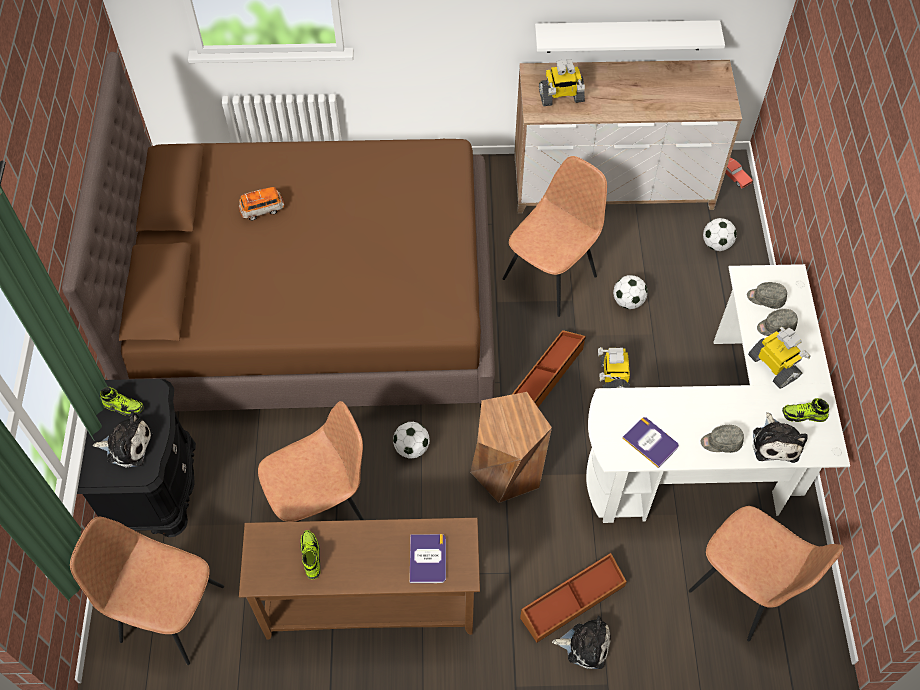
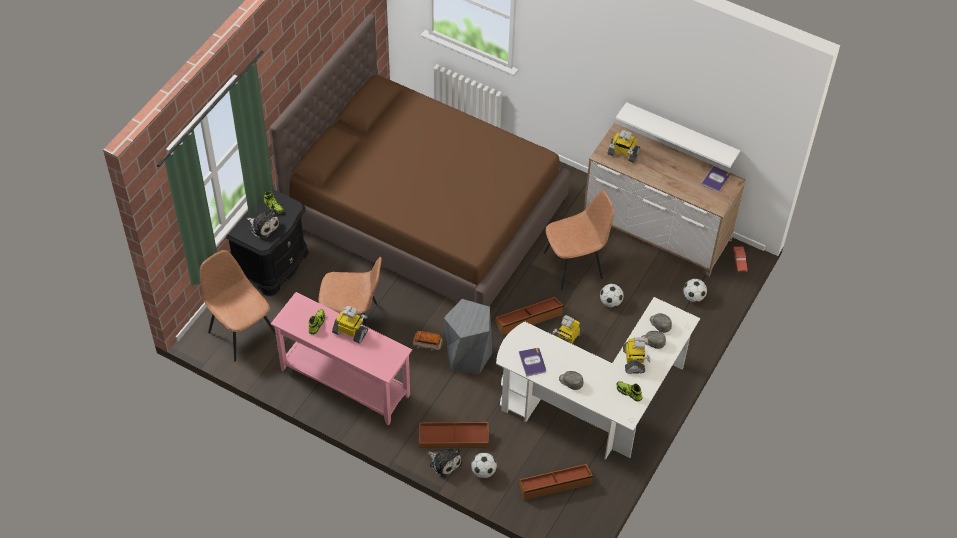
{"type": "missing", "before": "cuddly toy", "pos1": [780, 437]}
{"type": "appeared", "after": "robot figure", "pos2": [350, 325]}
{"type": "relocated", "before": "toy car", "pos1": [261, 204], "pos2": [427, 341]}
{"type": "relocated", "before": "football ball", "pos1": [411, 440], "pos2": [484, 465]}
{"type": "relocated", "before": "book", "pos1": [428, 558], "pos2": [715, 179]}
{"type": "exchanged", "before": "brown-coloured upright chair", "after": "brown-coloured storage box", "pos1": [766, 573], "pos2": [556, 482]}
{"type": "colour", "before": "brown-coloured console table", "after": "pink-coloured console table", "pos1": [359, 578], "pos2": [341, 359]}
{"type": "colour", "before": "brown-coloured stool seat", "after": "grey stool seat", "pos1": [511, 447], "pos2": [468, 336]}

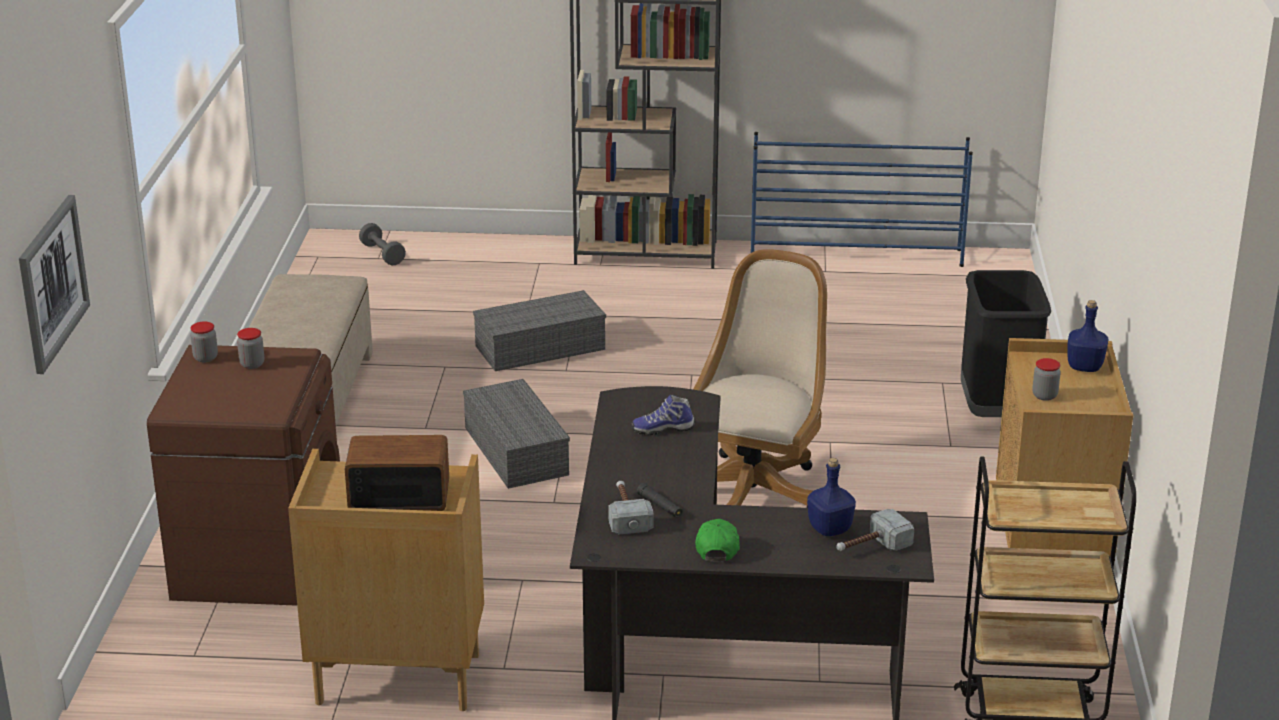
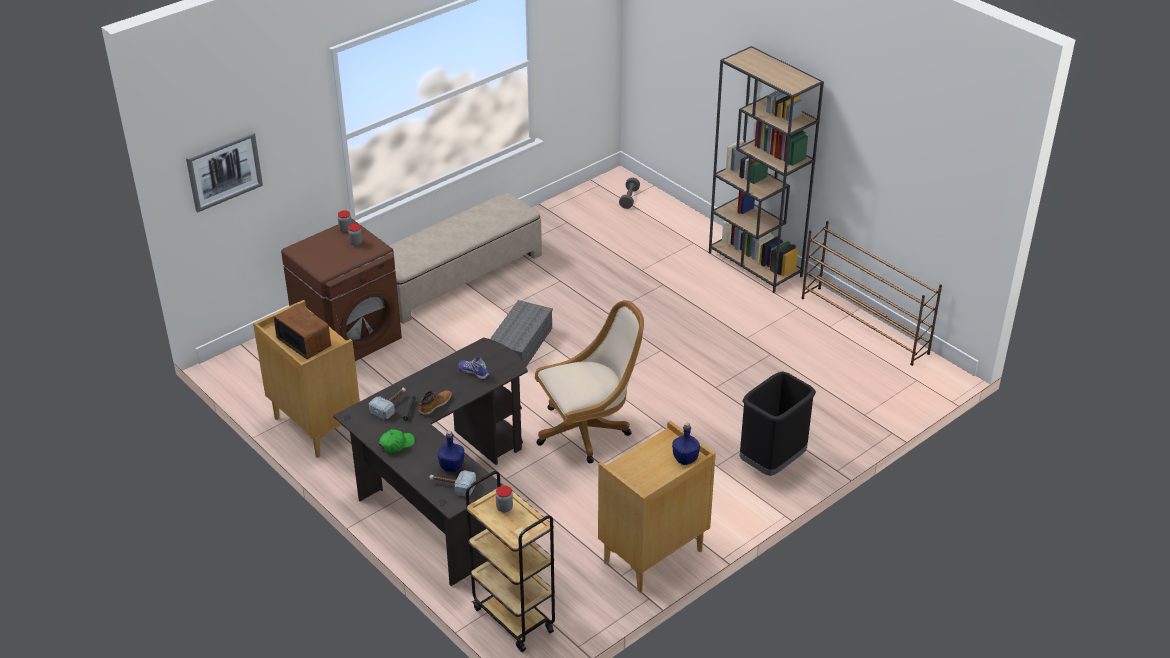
{"type": "missing", "before": "grey storage box", "pos1": [539, 330]}
{"type": "appeared", "after": "tall boot", "pos2": [435, 403]}
{"type": "relocated", "before": "jar", "pos1": [1046, 379], "pos2": [504, 498]}
{"type": "colour", "before": "blue shoe rack", "after": "brown-coloured shoe rack", "pos1": [862, 199], "pos2": [871, 293]}

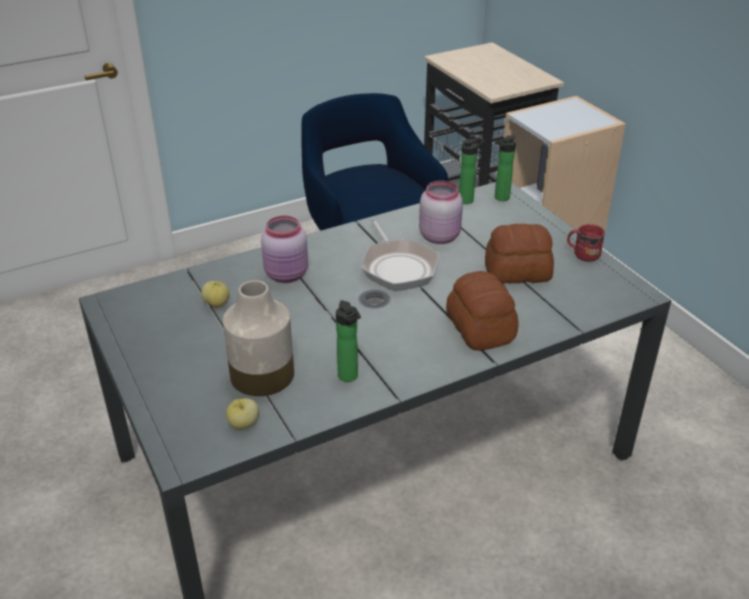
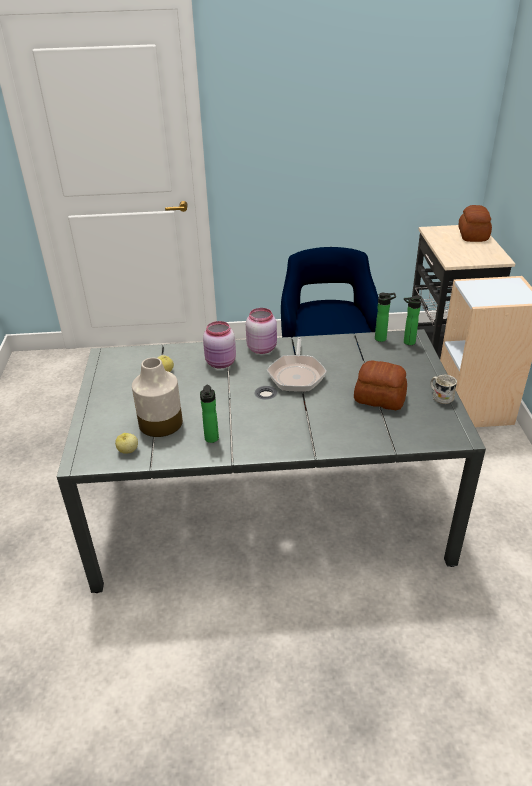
{"type": "relocated", "before": "pink-coloured jar", "pos1": [441, 212], "pos2": [261, 331]}
{"type": "relocated", "before": "bread", "pos1": [482, 311], "pos2": [475, 223]}
{"type": "colour", "before": "red-coloured mug", "after": "white mug", "pos1": [586, 243], "pos2": [443, 389]}

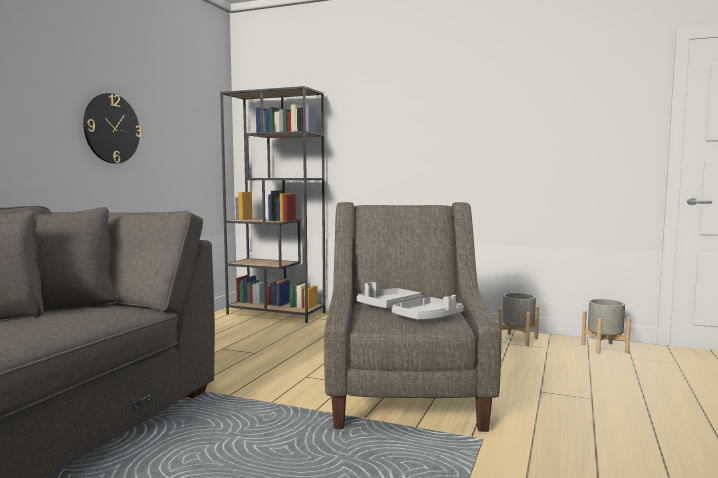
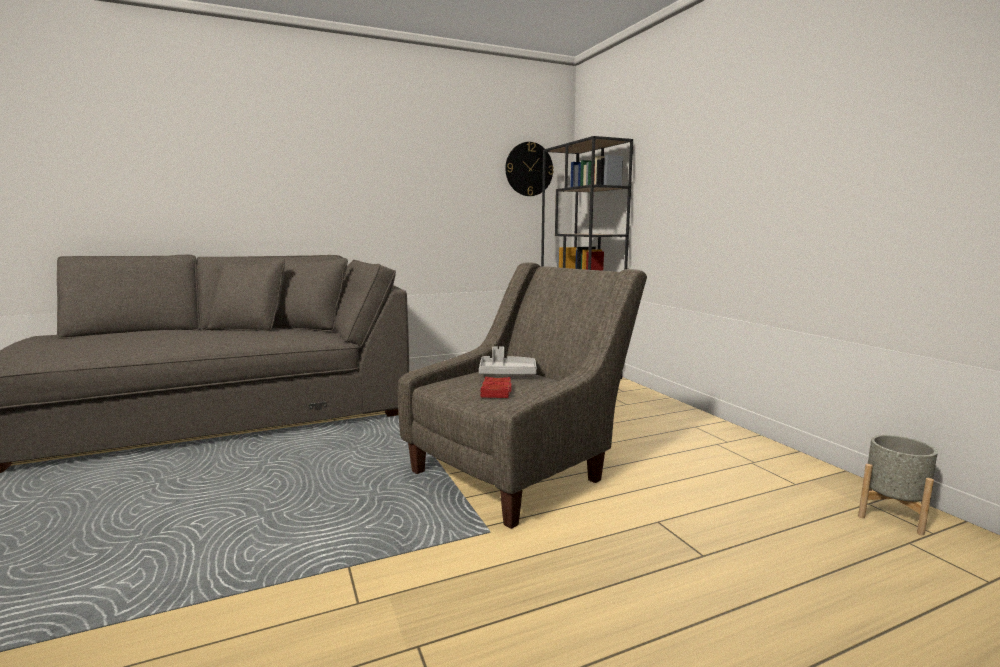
{"type": "missing", "before": "grey plant pot", "pos1": [518, 319]}
{"type": "relocated", "before": "clock on the wall", "pos1": [112, 128], "pos2": [529, 169]}
{"type": "exchanged", "before": "grey serving tray", "after": "red-coloured book", "pos1": [428, 307], "pos2": [496, 387]}

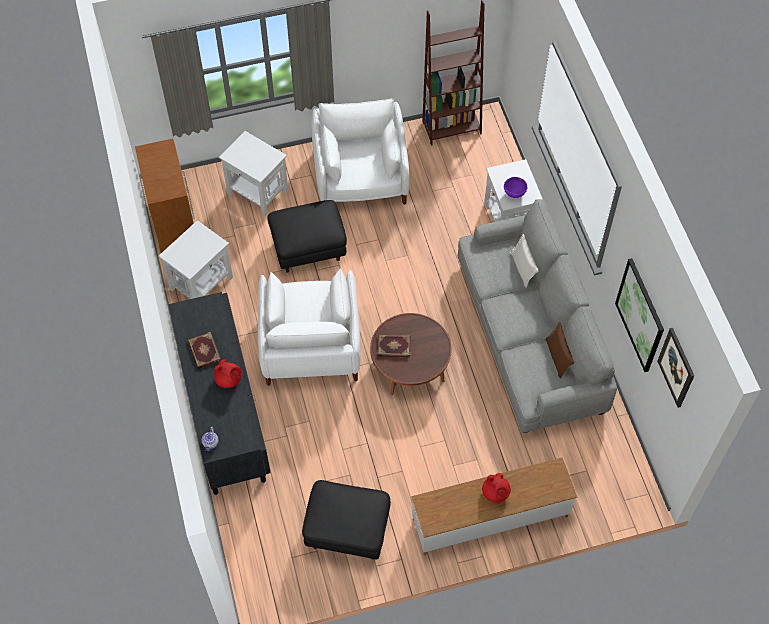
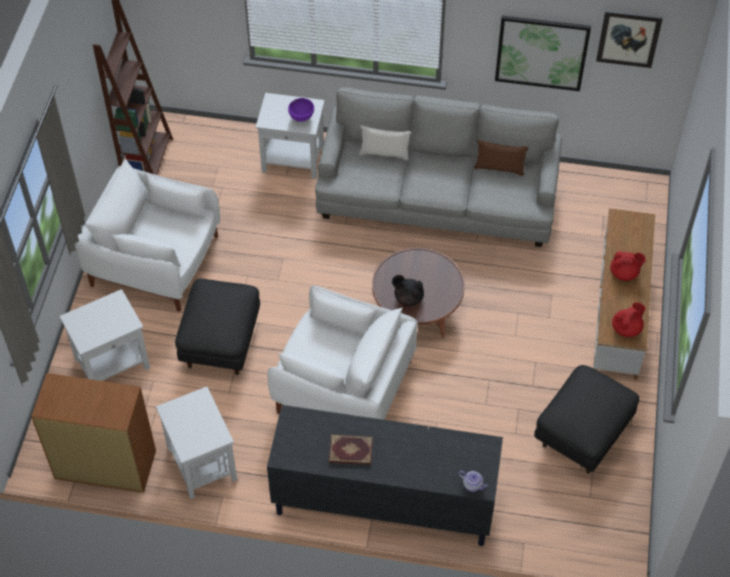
{"type": "relocated", "before": "red-coloured pot for tea", "pos1": [228, 373], "pos2": [629, 319]}
{"type": "exchanged", "before": "book", "after": "black-coloured pot for tea", "pos1": [394, 346], "pos2": [408, 290]}

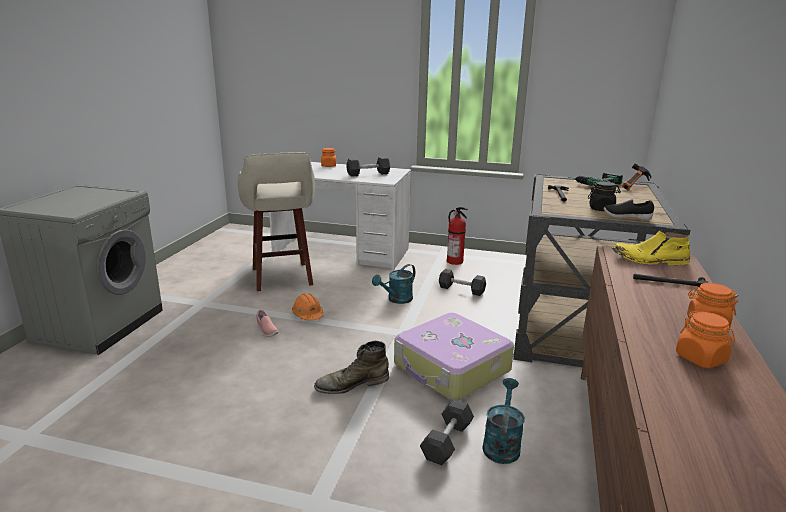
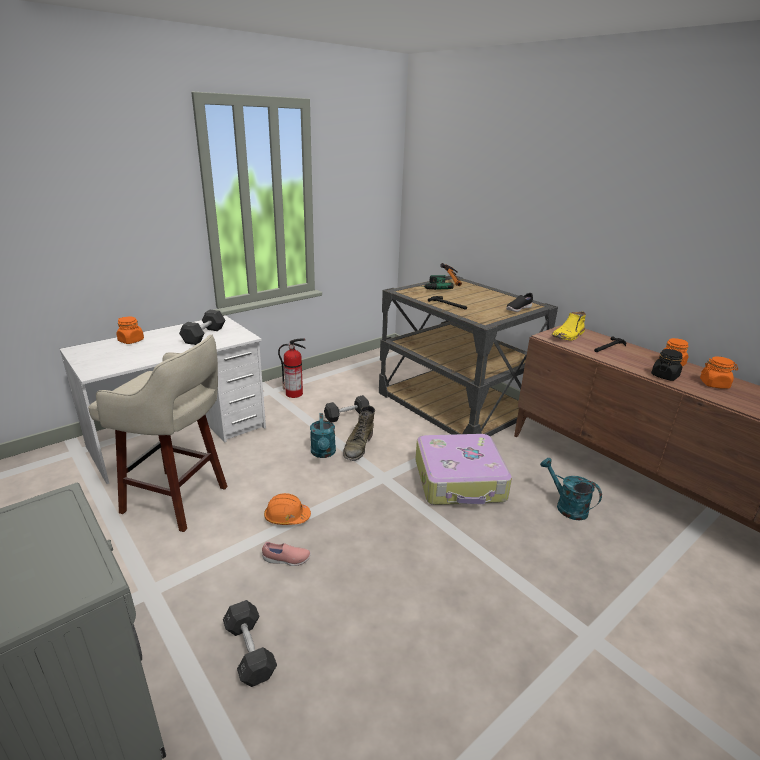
{"type": "relocated", "before": "green tall boot", "pos1": [351, 367], "pos2": [359, 433]}
{"type": "relocated", "before": "grey hand weight", "pos1": [447, 432], "pos2": [250, 643]}
{"type": "relocated", "before": "black-coloured jar", "pos1": [604, 196], "pos2": [667, 365]}

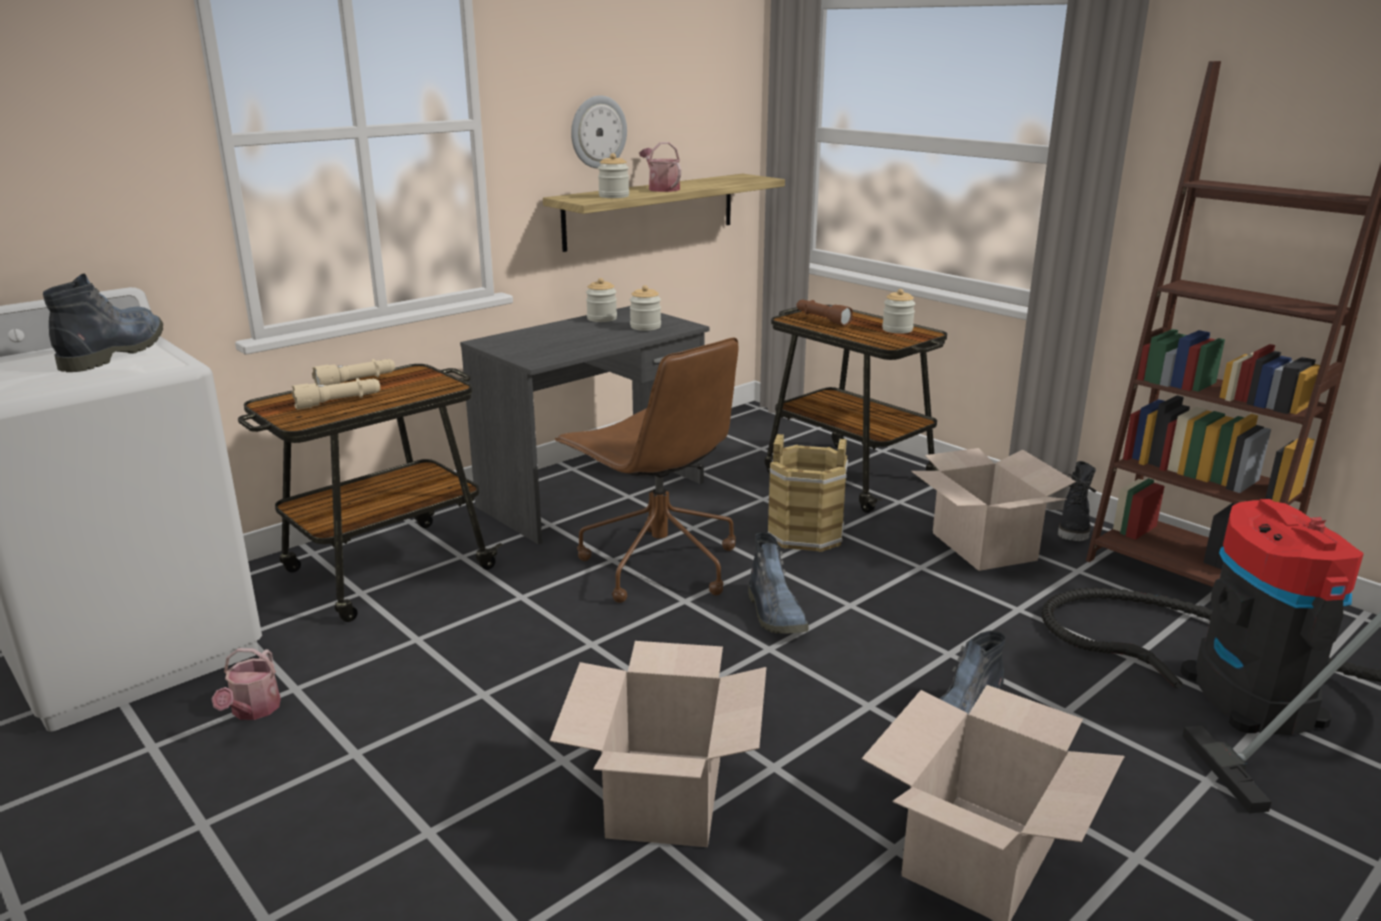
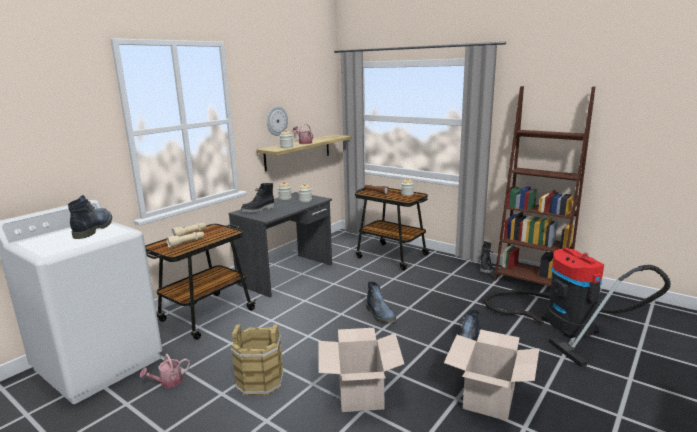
{"type": "missing", "before": "brown-coloured office chair", "pos1": [647, 470]}
{"type": "missing", "before": "packing box", "pos1": [993, 509]}
{"type": "appeared", "after": "black-coloured tall boot", "pos2": [258, 198]}
{"type": "relocated", "before": "brown-coloured pail", "pos1": [808, 493], "pos2": [257, 360]}
{"type": "spun", "before": "sprinkling can", "pos1": [246, 684], "pos2": [165, 371], "turn": 60}

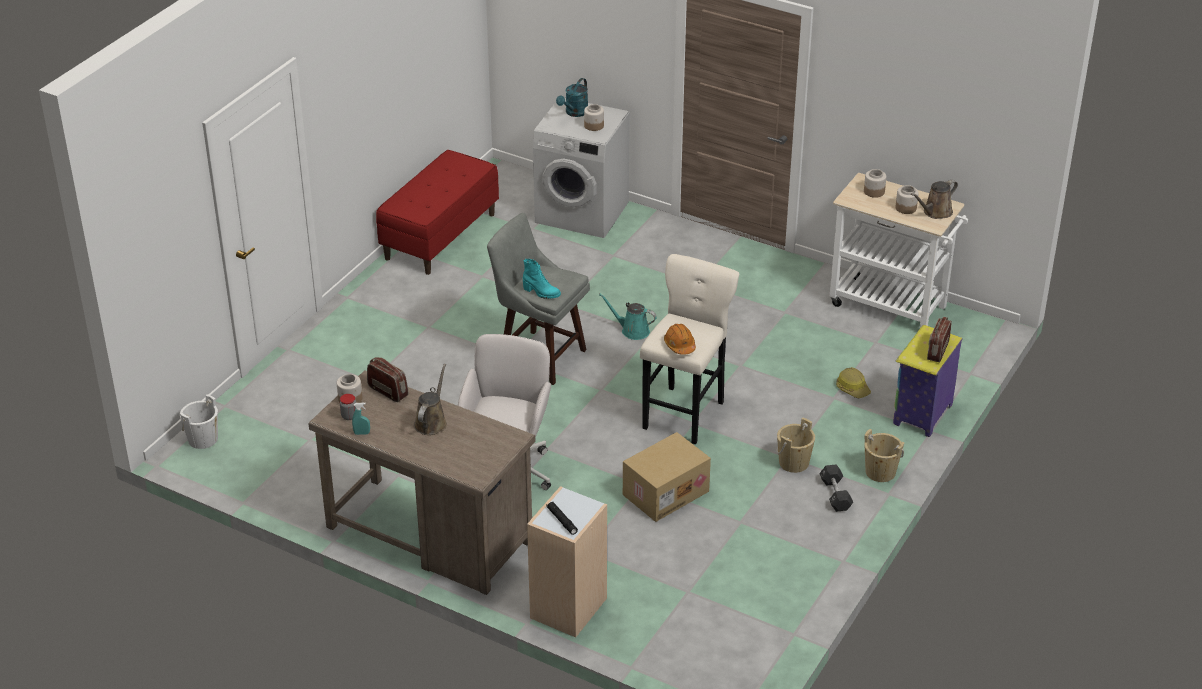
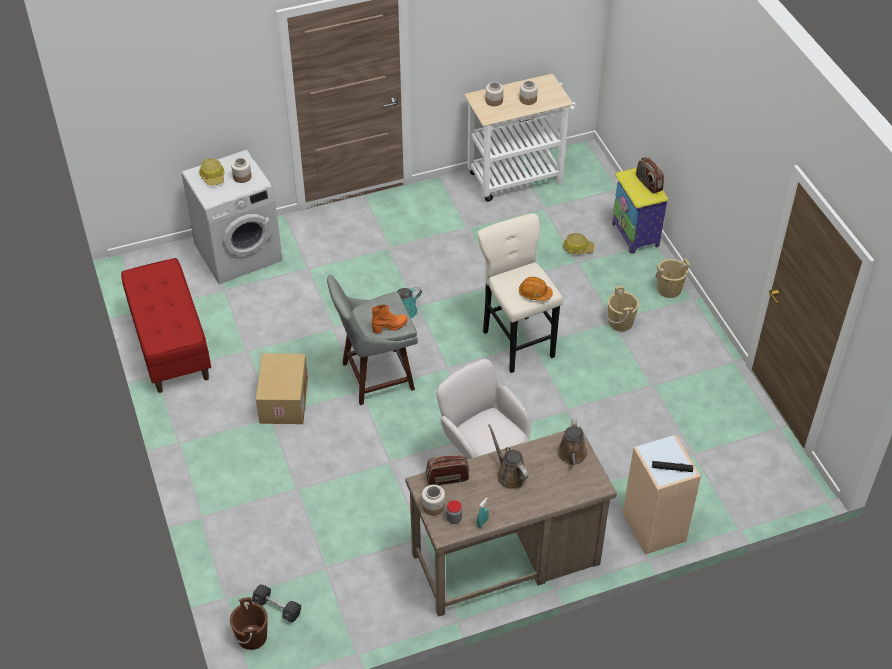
{"type": "relocated", "before": "packing box", "pos1": [667, 477], "pos2": [282, 388]}
{"type": "relocated", "before": "black-coloured hand weight", "pos1": [836, 488], "pos2": [276, 603]}
{"type": "relocated", "before": "brown-coloured sprinkling can", "pos1": [934, 199], "pos2": [572, 441]}
{"type": "exchanged", "before": "turquoise sprinkling can", "after": "safety helmet", "pos1": [572, 97], "pos2": [212, 172]}
{"type": "colour", "before": "white pail", "after": "brown-coloured pail", "pos1": [199, 421], "pos2": [249, 623]}
{"type": "colour", "before": "turquoise tall boot", "after": "orange tall boot", "pos1": [542, 279], "pos2": [390, 319]}

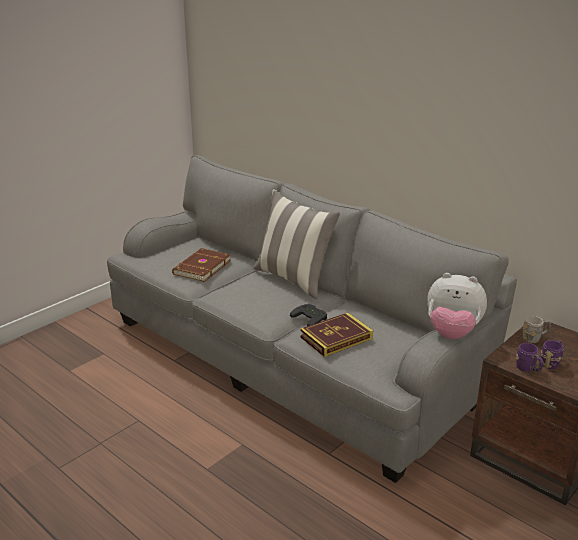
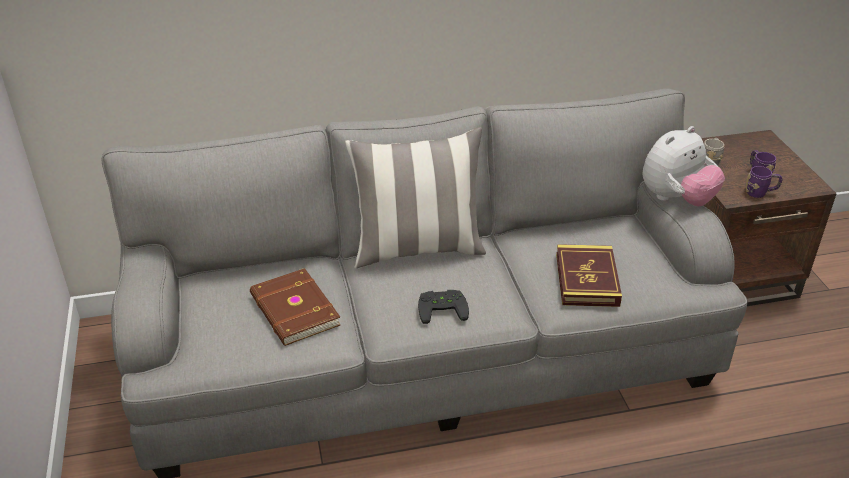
{"type": "relocated", "before": "black-coloured joypad", "pos1": [308, 315], "pos2": [443, 307]}

